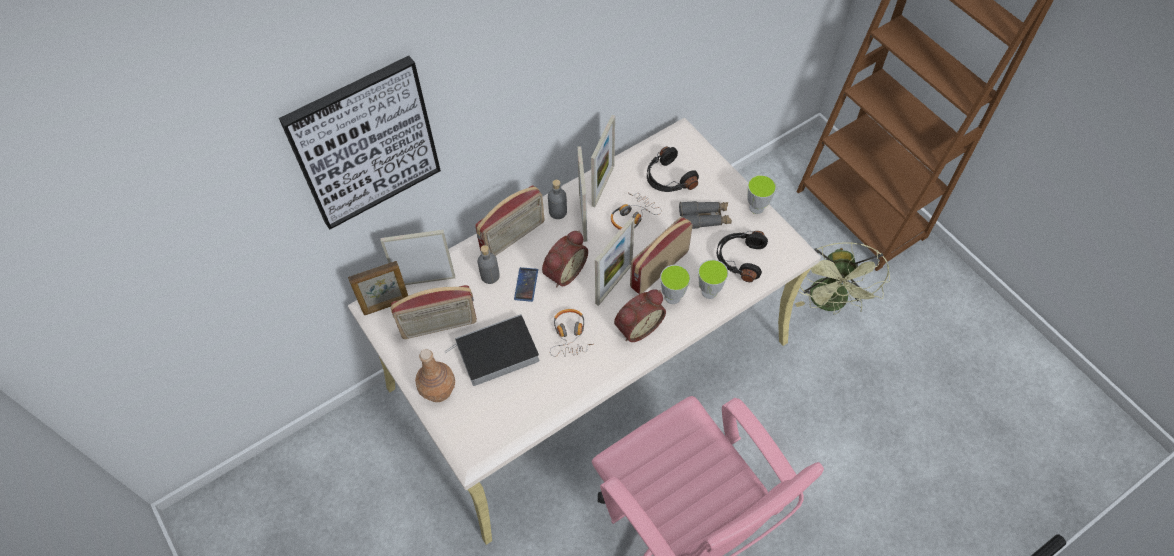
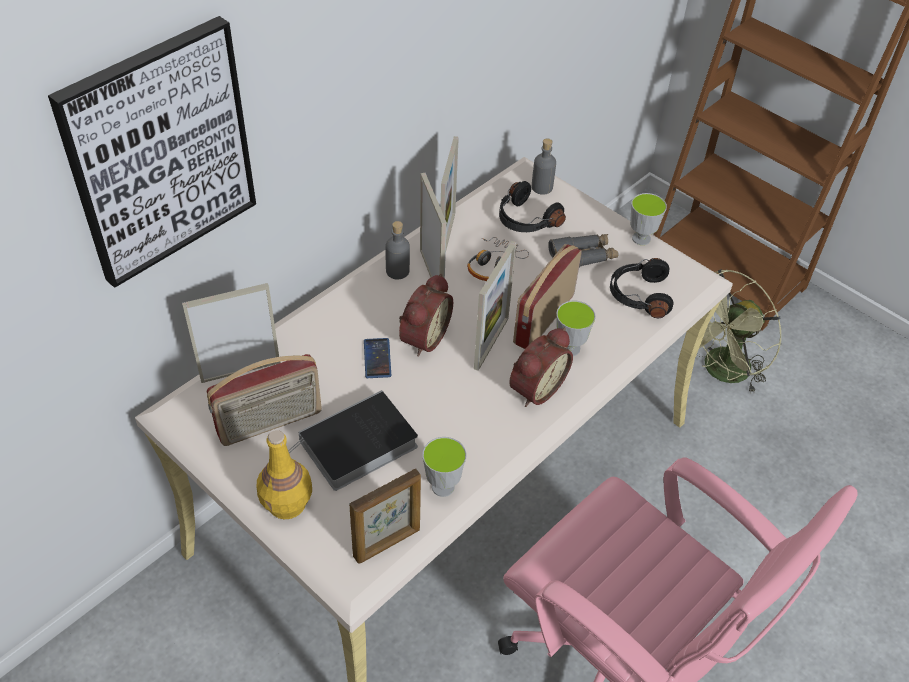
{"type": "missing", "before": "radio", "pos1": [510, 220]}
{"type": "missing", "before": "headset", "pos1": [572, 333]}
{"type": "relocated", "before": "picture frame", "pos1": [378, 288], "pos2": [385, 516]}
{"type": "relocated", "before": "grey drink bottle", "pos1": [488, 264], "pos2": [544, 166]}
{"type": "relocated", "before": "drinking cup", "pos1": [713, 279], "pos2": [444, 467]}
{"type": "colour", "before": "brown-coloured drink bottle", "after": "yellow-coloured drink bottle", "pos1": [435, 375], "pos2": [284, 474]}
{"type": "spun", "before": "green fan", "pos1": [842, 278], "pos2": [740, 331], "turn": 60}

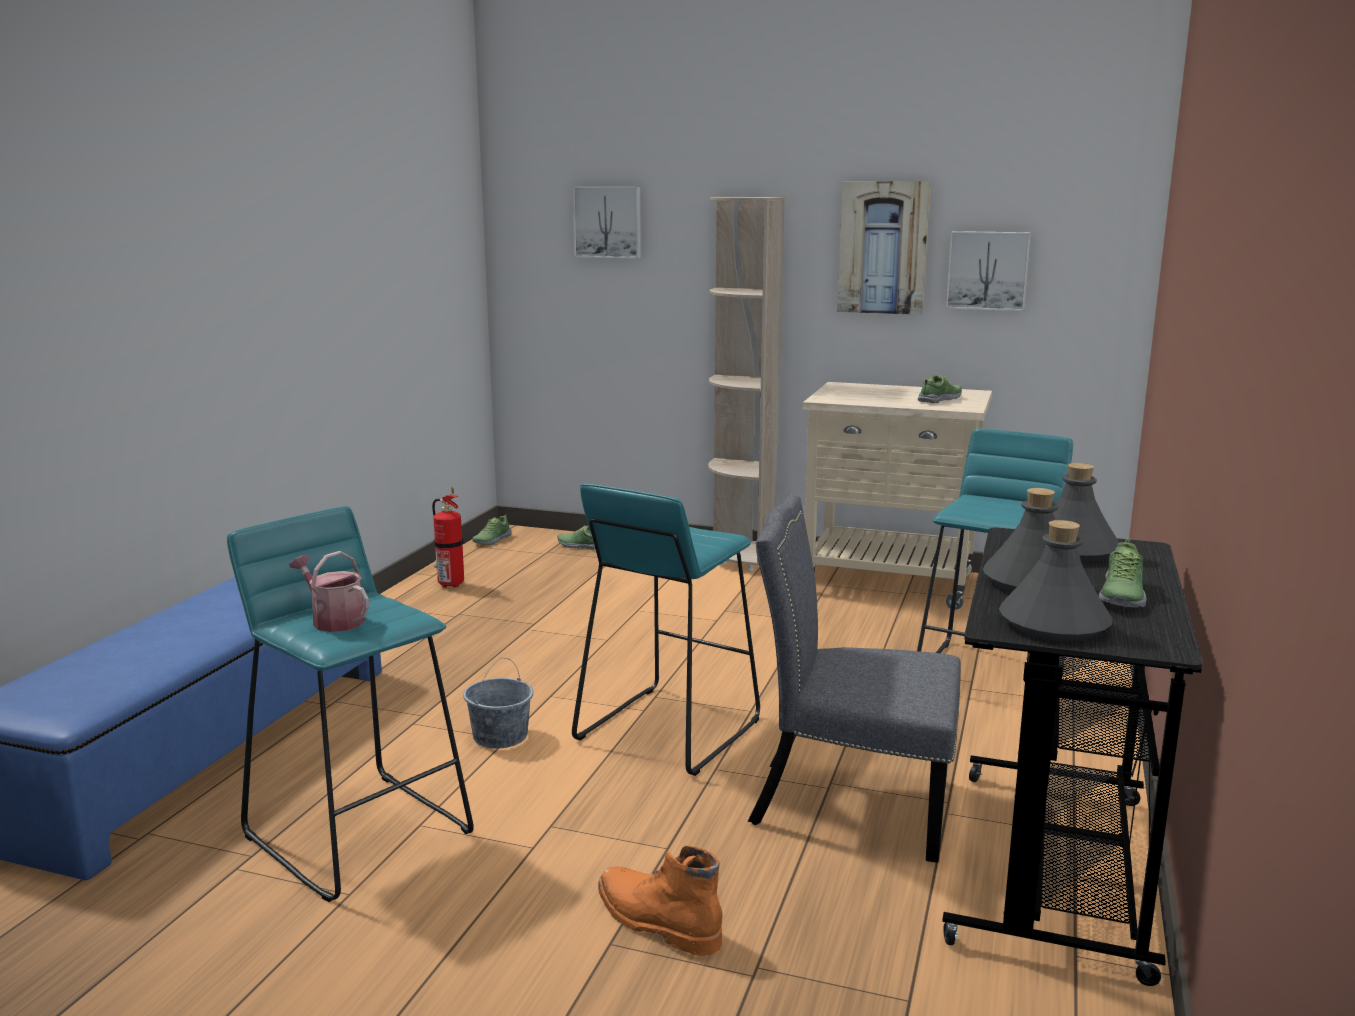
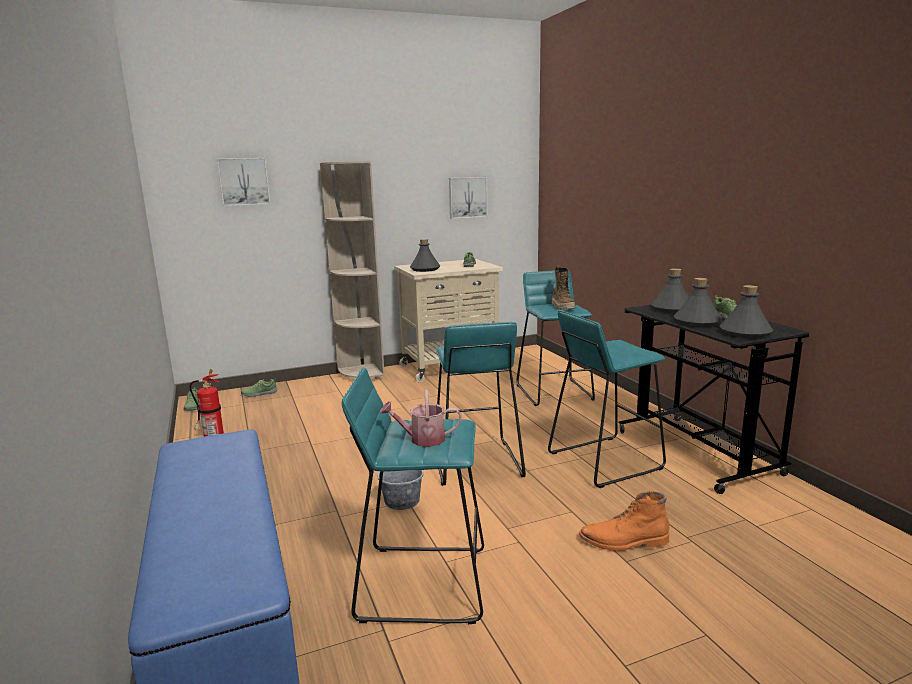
{"type": "missing", "before": "wall picture", "pos1": [884, 248]}
{"type": "appeared", "after": "grey drink bottle", "pos2": [425, 255]}
{"type": "appeared", "after": "tall boot", "pos2": [563, 287]}
{"type": "exchanged", "before": "grey upright chair", "after": "turquoise stool seat", "pos1": [854, 678], "pos2": [607, 399]}

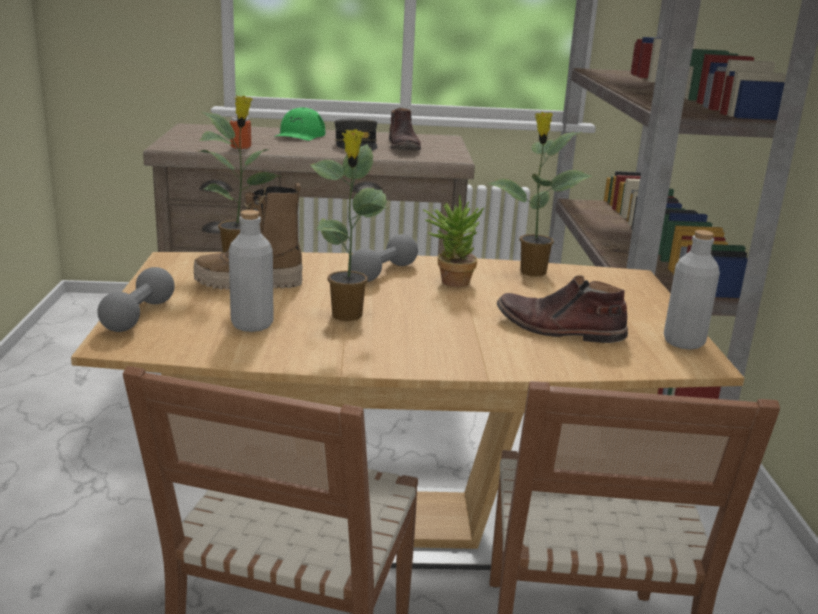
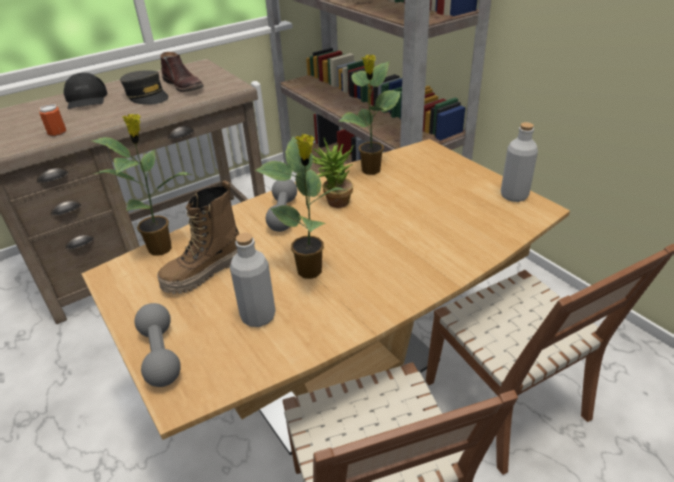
{"type": "missing", "before": "brown-coloured tall boot", "pos1": [562, 309]}
{"type": "colour", "before": "green baseball cap", "after": "black-coloured baseball cap", "pos1": [299, 124], "pos2": [85, 91]}

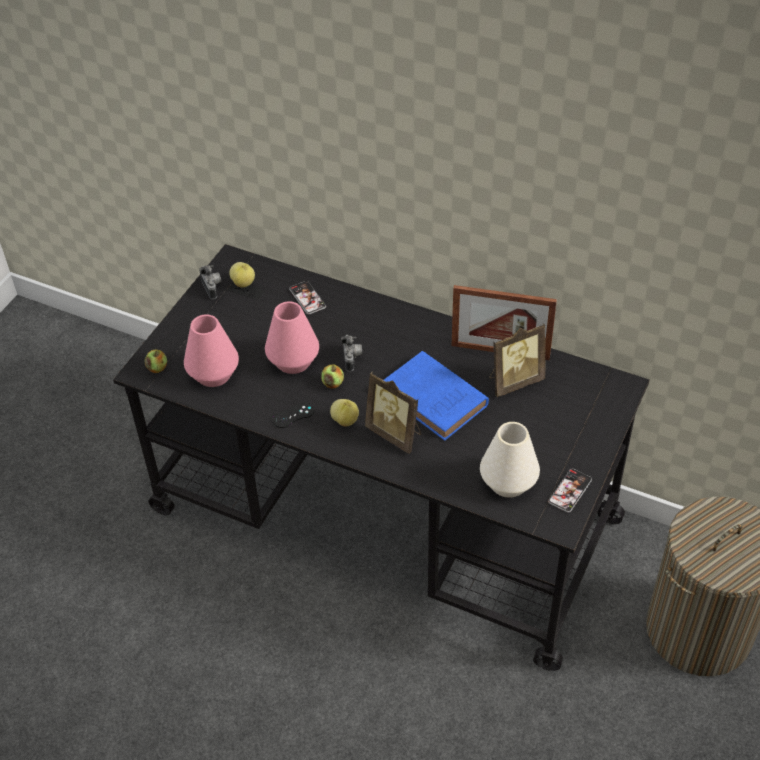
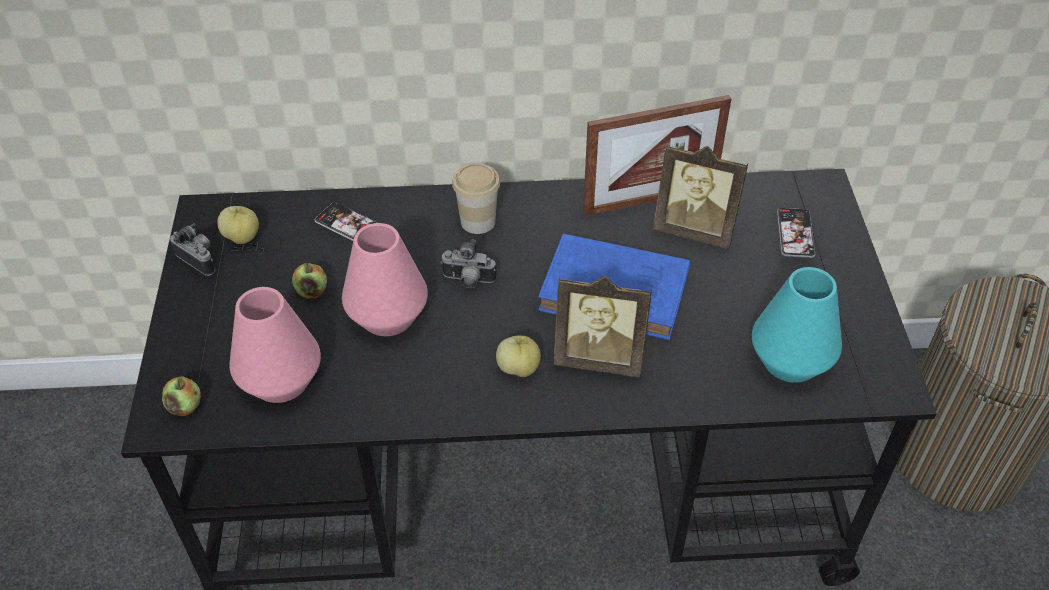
{"type": "missing", "before": "black-coloured joypad", "pos1": [294, 415]}
{"type": "appeared", "after": "drinking cup", "pos2": [476, 198]}
{"type": "relocated", "before": "apple", "pos1": [332, 376], "pos2": [309, 281]}
{"type": "relocated", "before": "telephone", "pos1": [570, 491], "pos2": [796, 233]}
{"type": "colour", "before": "white flower vase", "after": "turquoise flower vase", "pos1": [510, 460], "pos2": [797, 325]}
{"type": "spun", "before": "photo camera", "pos1": [351, 353], "pos2": [468, 263], "turn": 135}
{"type": "spun", "before": "picture frame", "pos1": [518, 360], "pos2": [700, 196], "turn": 75}

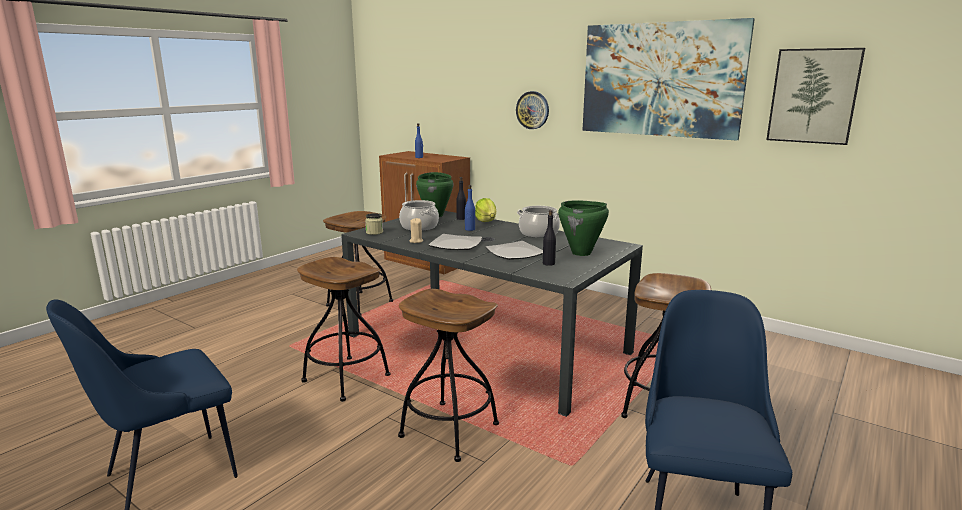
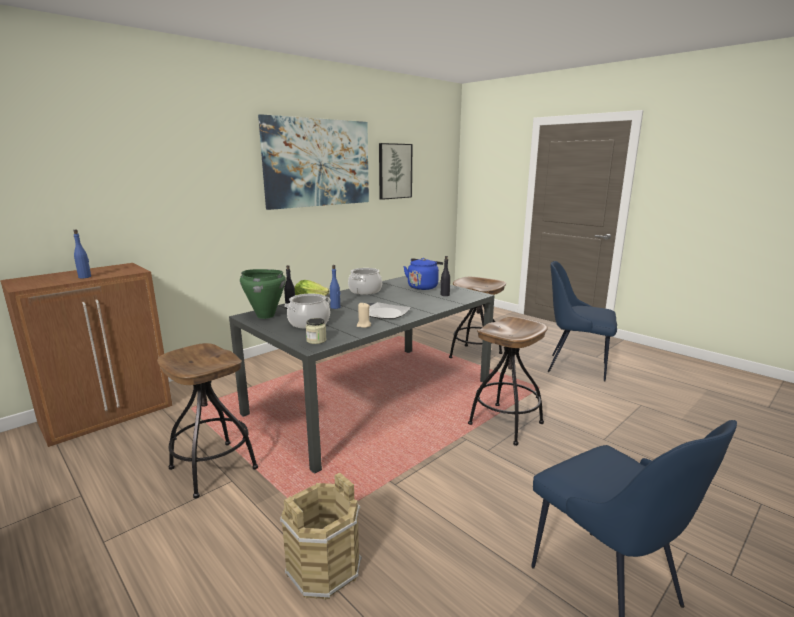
{"type": "missing", "before": "brown-coloured stool seat", "pos1": [344, 329]}
{"type": "missing", "before": "dinner plate", "pos1": [514, 250]}
{"type": "missing", "before": "clock on the wall", "pos1": [532, 110]}
{"type": "appeared", "after": "brown-coloured pail", "pos2": [321, 536]}
{"type": "exchanged", "before": "green cooking pot", "after": "blue water kettle", "pos1": [583, 228], "pos2": [423, 274]}

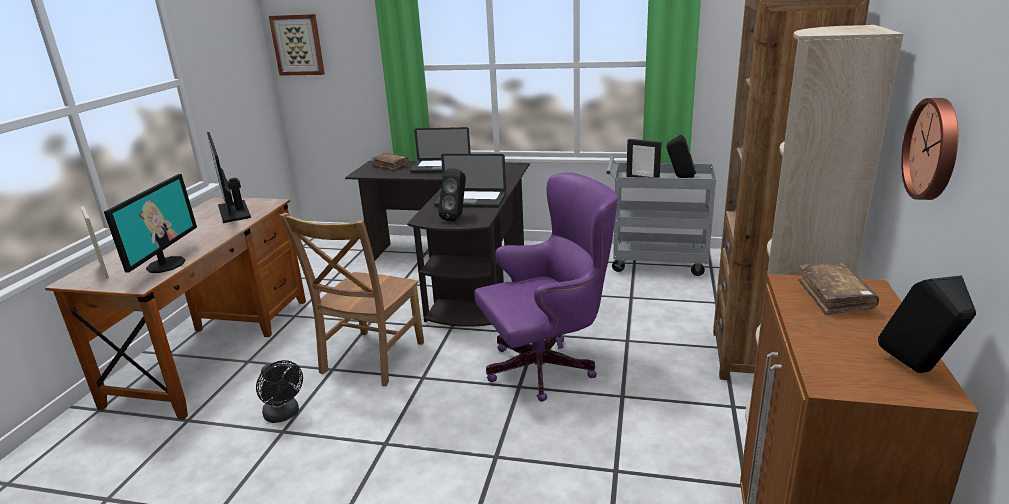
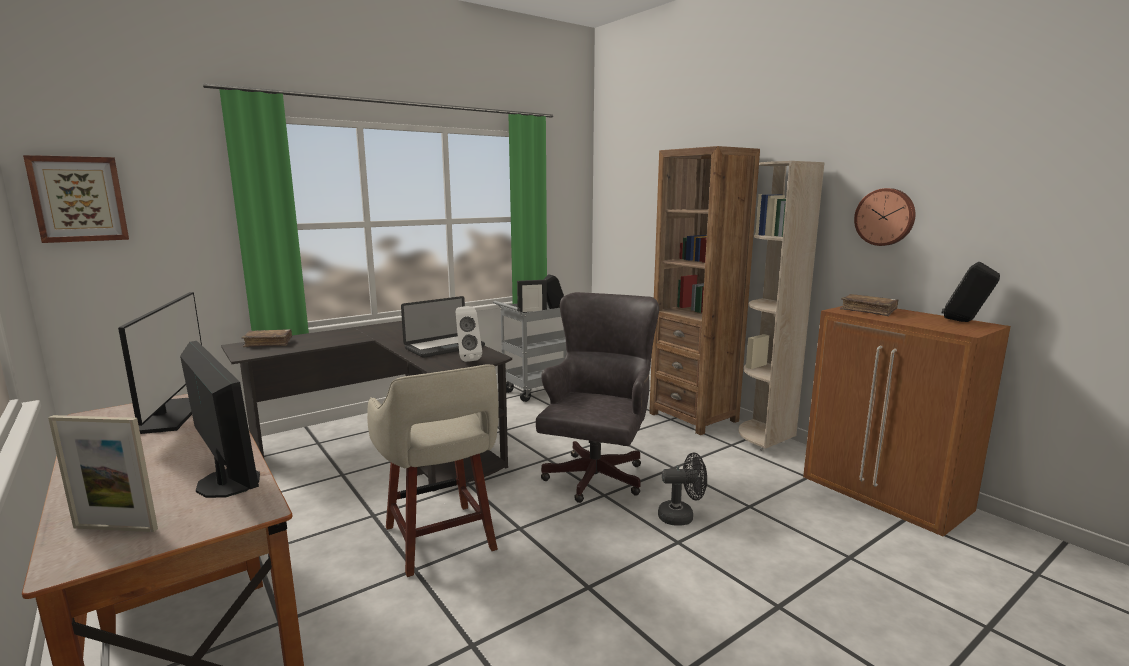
{"type": "missing", "before": "laptop", "pos1": [440, 150]}
{"type": "relocated", "before": "black-coloured fan", "pos1": [279, 391], "pos2": [682, 489]}
{"type": "exchanged", "before": "brown-coloured upright chair", "after": "beige-coloured stool seat", "pos1": [351, 299], "pos2": [433, 471]}
{"type": "colour", "before": "black-coloured loudspeaker", "after": "white loudspeaker", "pos1": [452, 194], "pos2": [469, 334]}
{"type": "colour", "before": "purplish office chair", "after": "grey office chair", "pos1": [546, 287], "pos2": [597, 397]}
{"type": "spun", "before": "monitor", "pos1": [229, 177], "pos2": [160, 363], "turn": -120}

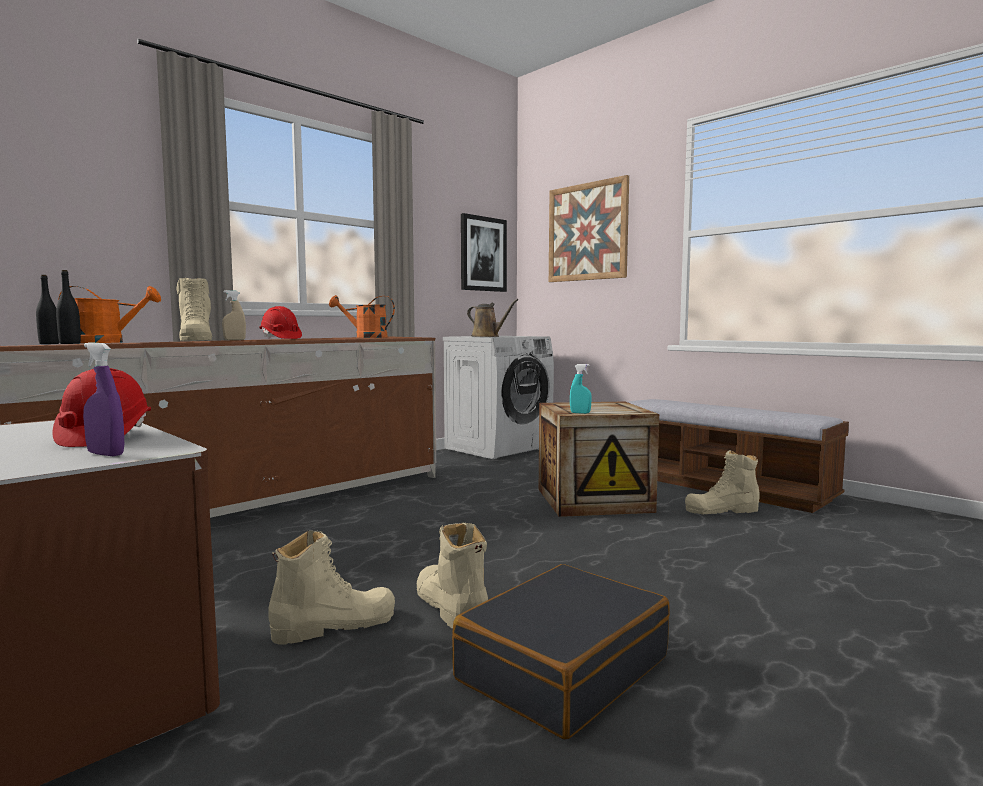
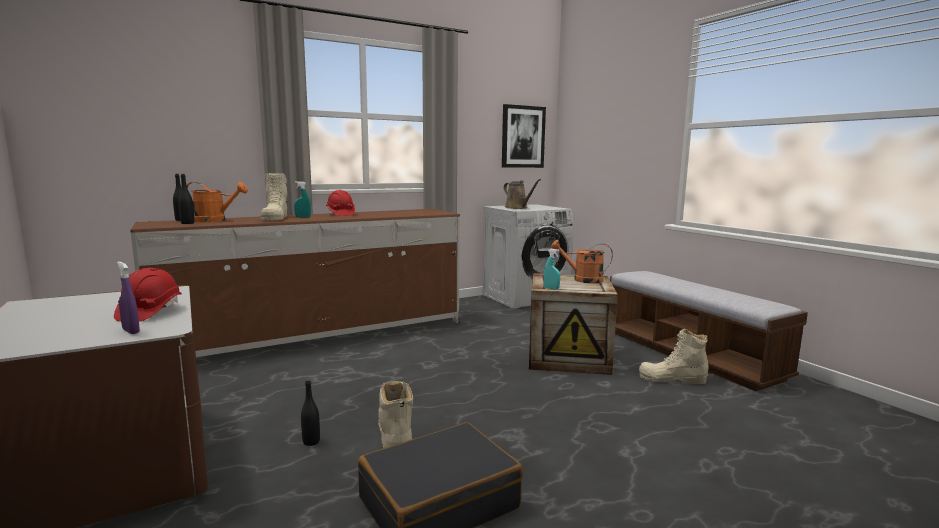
{"type": "missing", "before": "wall picture", "pos1": [589, 228]}
{"type": "relocated", "before": "orange sprinkling can", "pos1": [362, 316], "pos2": [582, 262]}
{"type": "exchanged", "before": "beige-coloured tall boot", "after": "black-coloured drink bottle", "pos1": [331, 588], "pos2": [310, 412]}
{"type": "colour", "before": "beige-coloured hand sprayer", "after": "turquoise hand sprayer", "pos1": [234, 315], "pos2": [302, 199]}

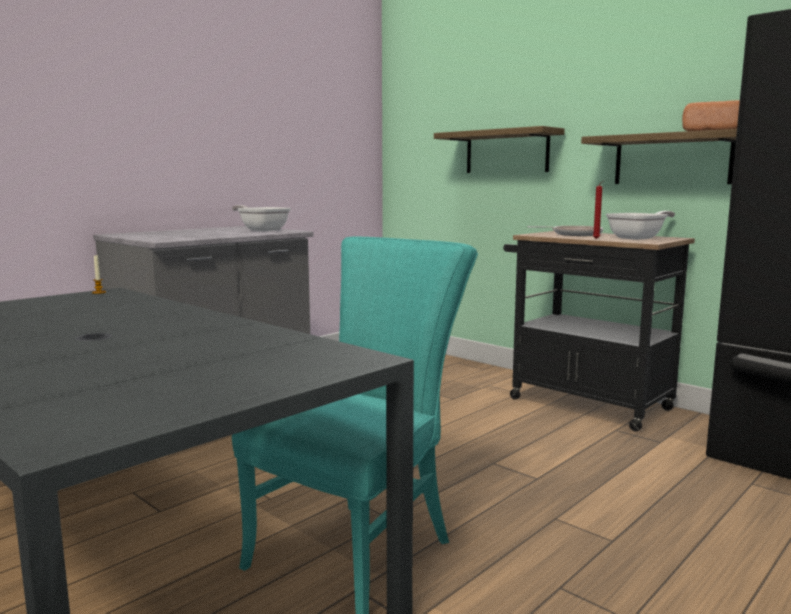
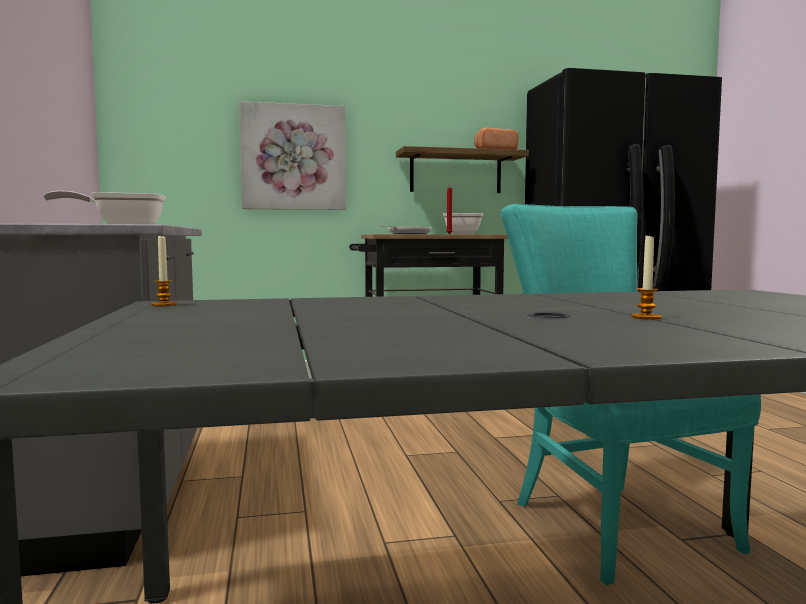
{"type": "appeared", "after": "wax light", "pos2": [646, 277]}
{"type": "exchanged", "before": "shelf", "after": "wall picture", "pos1": [499, 149], "pos2": [292, 155]}

